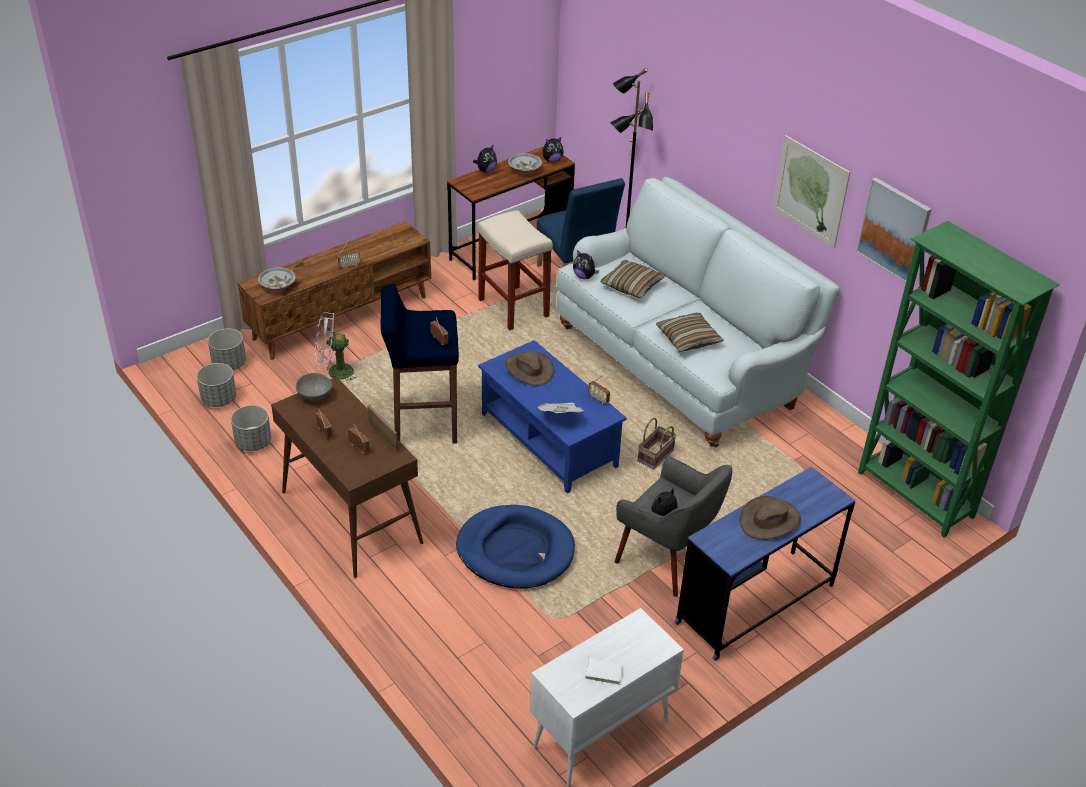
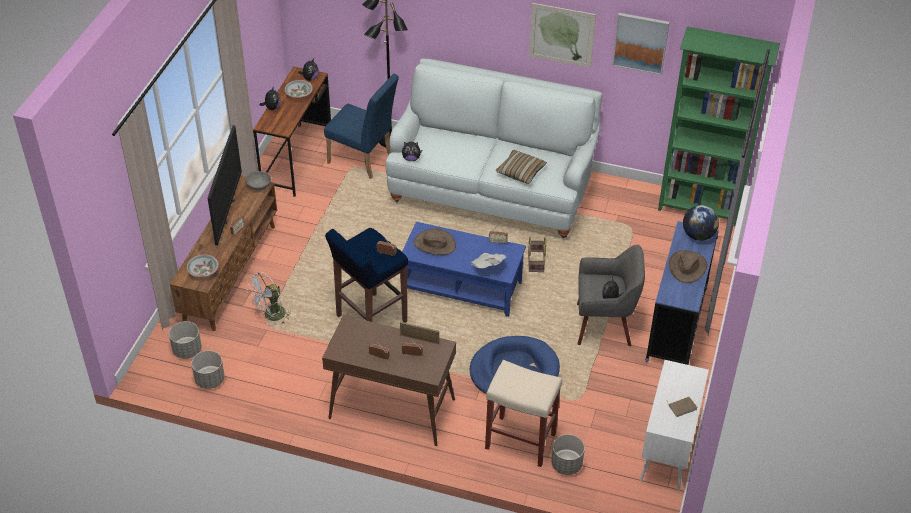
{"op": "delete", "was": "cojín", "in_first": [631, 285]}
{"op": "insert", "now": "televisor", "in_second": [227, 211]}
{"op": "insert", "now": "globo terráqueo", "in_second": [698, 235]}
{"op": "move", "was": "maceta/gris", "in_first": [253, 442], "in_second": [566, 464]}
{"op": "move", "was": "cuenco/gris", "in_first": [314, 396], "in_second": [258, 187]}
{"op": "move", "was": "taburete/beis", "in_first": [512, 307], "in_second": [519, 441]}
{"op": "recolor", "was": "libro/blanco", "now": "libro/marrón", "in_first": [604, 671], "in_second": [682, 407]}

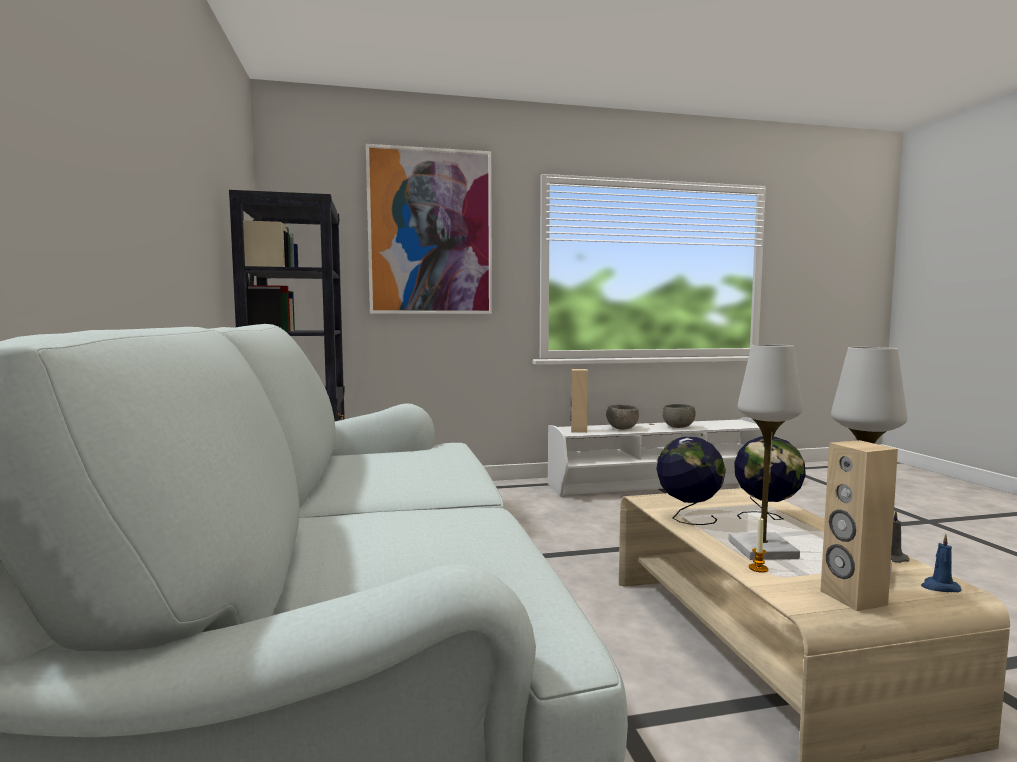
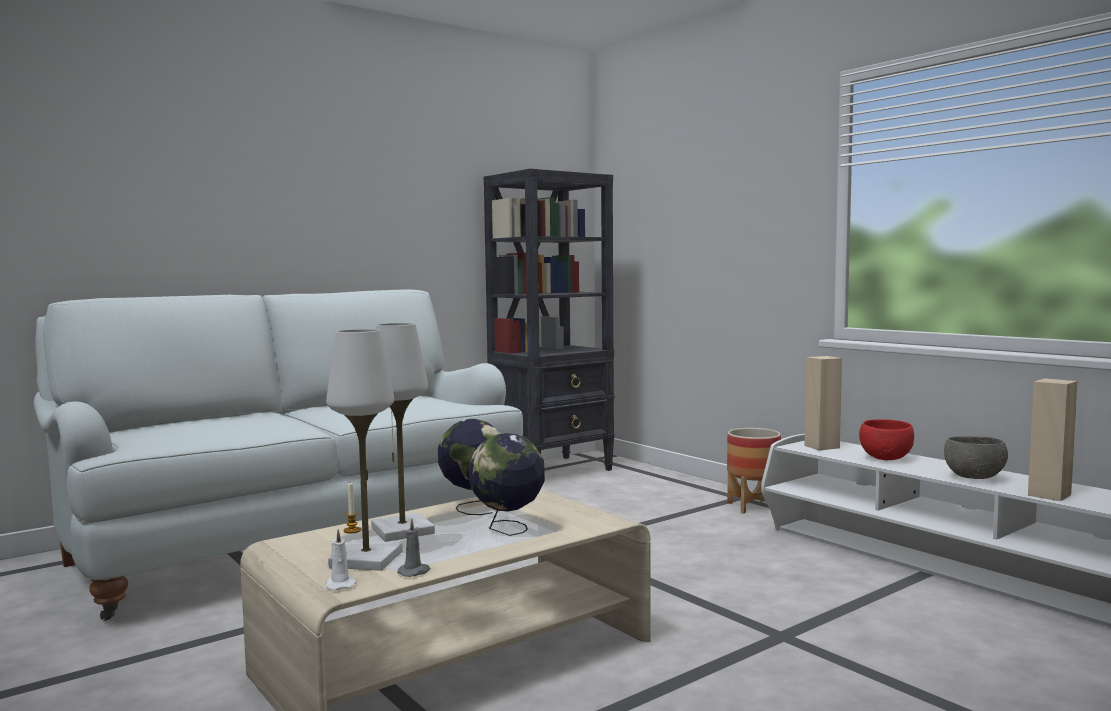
{"op": "delete", "was": "cuadro", "in_first": [430, 232]}
{"op": "insert", "now": "maceta", "in_second": [753, 507]}
{"op": "move", "was": "altavoz/beis", "in_first": [852, 598], "in_second": [1048, 495]}
{"op": "recolor", "was": "cuenco/gris", "now": "cuenco/rojo", "in_first": [622, 428], "in_second": [884, 458]}
{"op": "recolor", "was": "vela/azul", "now": "vela/blanco", "in_first": [939, 587], "in_second": [340, 585]}

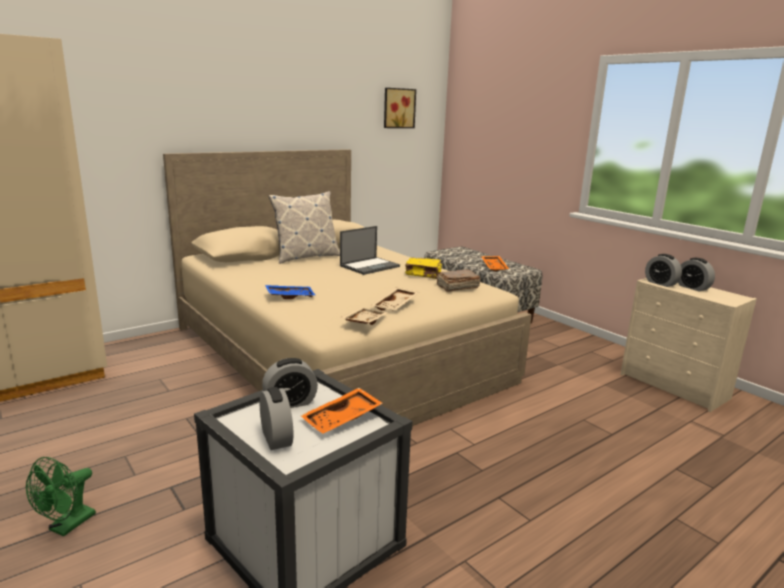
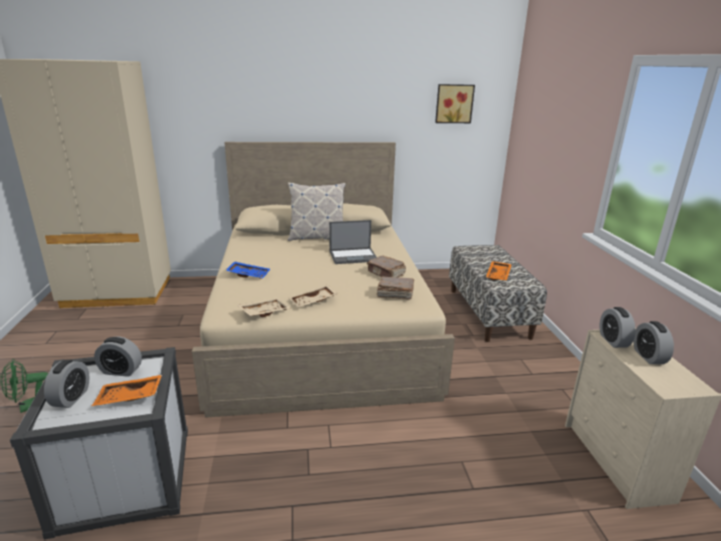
{"op": "recolor", "was": "libro/amarillo", "now": "libro/marrón", "in_first": [423, 274], "in_second": [386, 274]}

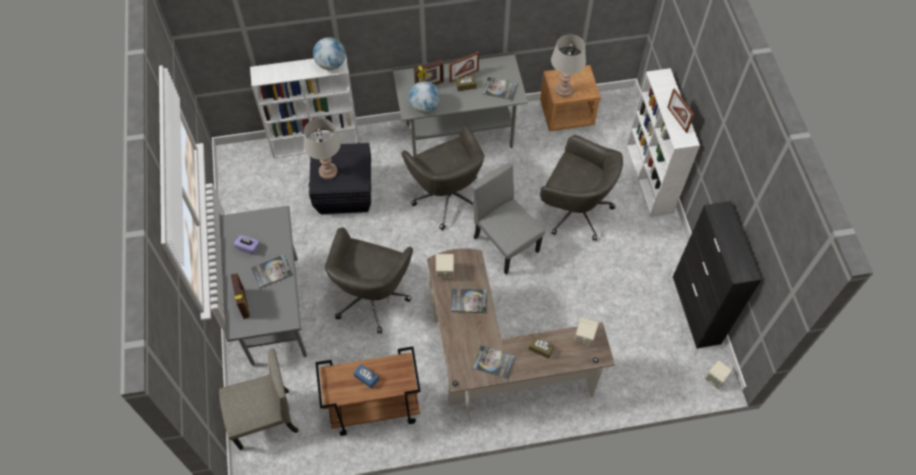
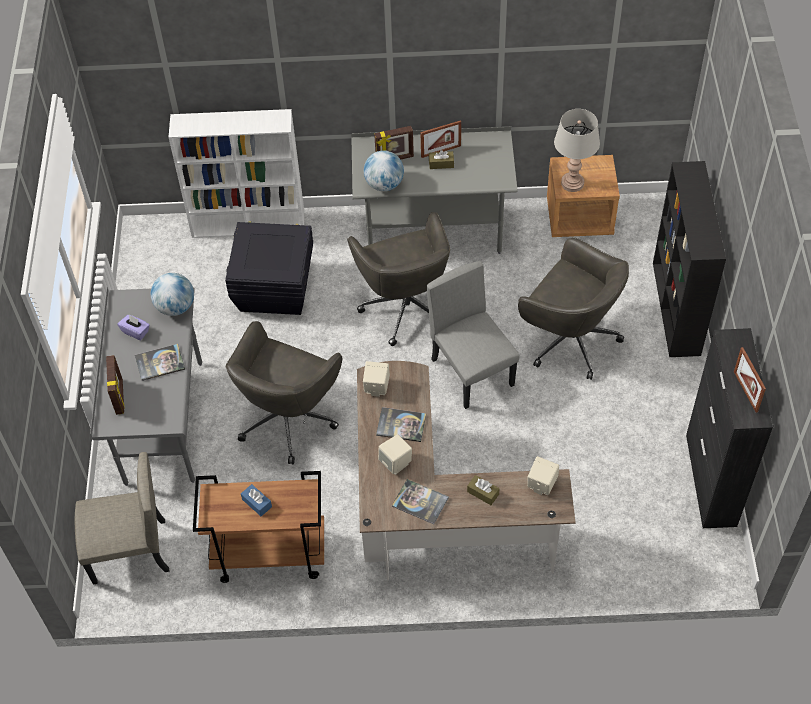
{"op": "delete", "was": "lámpara de mesa/gris", "in_first": [328, 172]}
{"op": "delete", "was": "libro", "in_first": [500, 89]}
{"op": "move", "was": "globo terráqueo", "in_first": [331, 64], "in_second": [176, 307]}
{"op": "move", "was": "portarretratos", "in_first": [677, 119], "in_second": [745, 391]}
{"op": "move", "was": "altavoz/beis", "in_first": [715, 379], "in_second": [396, 463]}
{"op": "recolor", "was": "estantería/blanco", "now": "estantería/negro", "in_first": [649, 179], "in_second": [676, 309]}

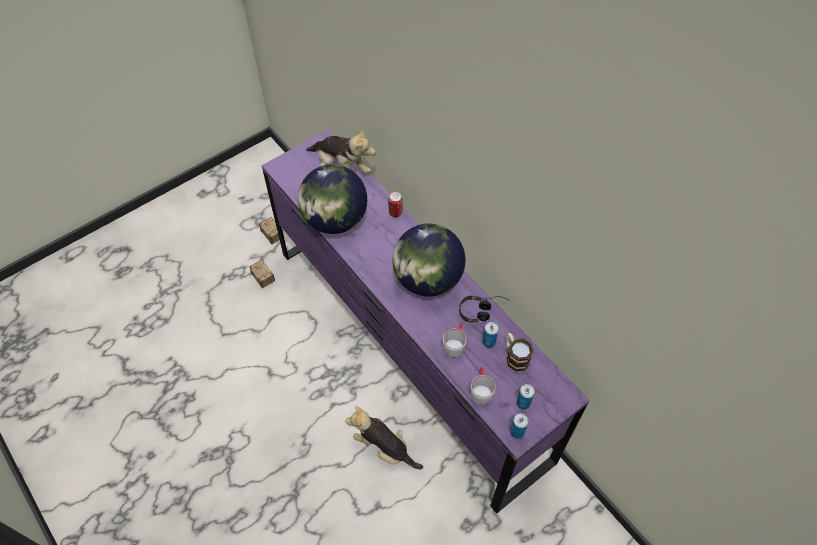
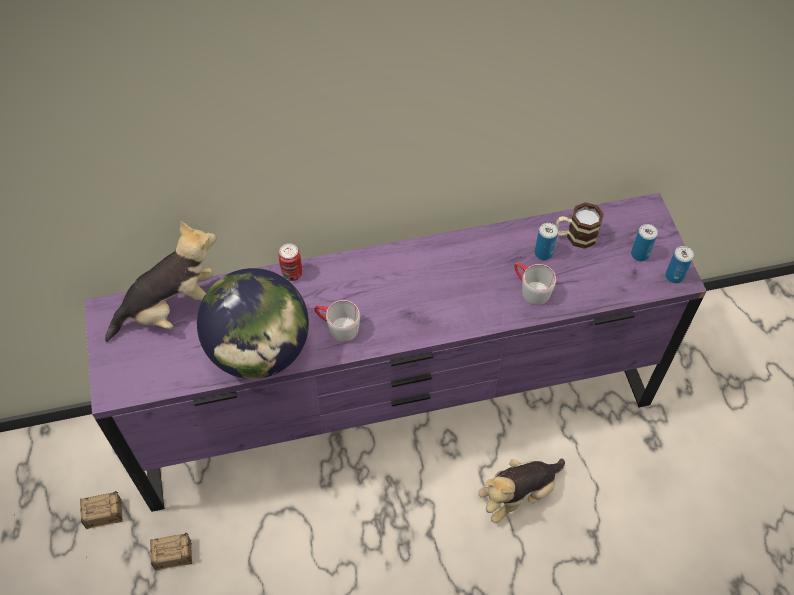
{"op": "delete", "was": "globo terráqueo", "in_first": [427, 279]}
{"op": "delete", "was": "auriculares", "in_first": [483, 311]}
{"op": "move", "was": "taza grande/gris", "in_first": [480, 390], "in_second": [337, 327]}

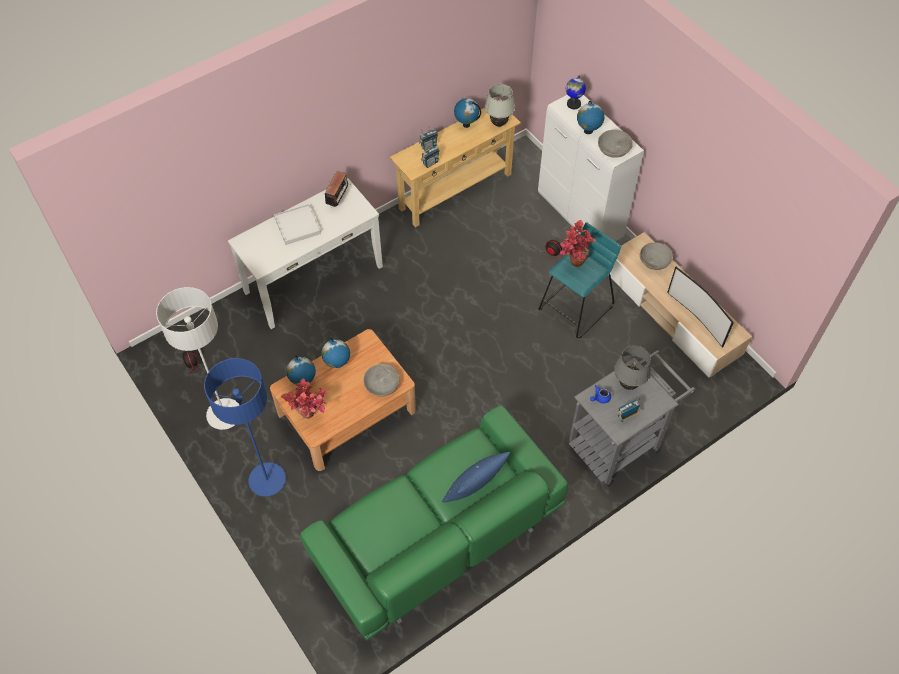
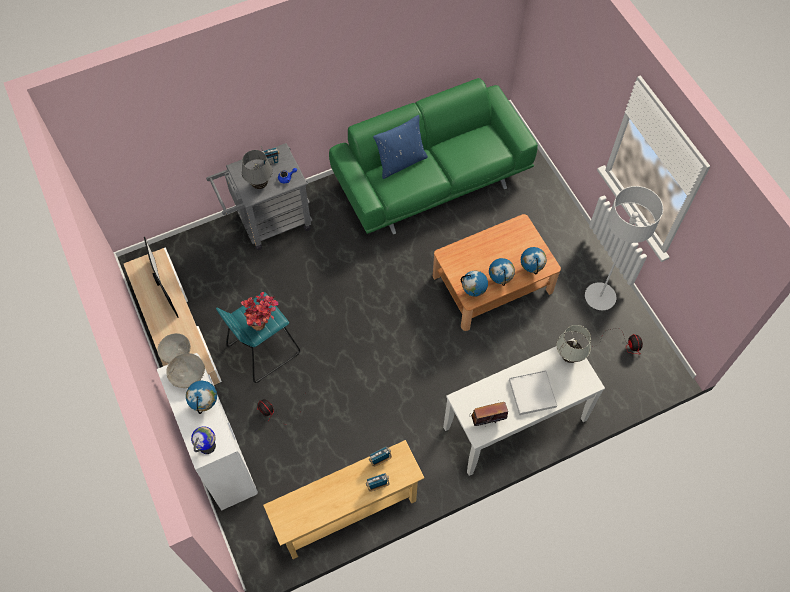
{"op": "delete", "was": "lámpara de pie/azul", "in_first": [267, 480]}
{"op": "delete", "was": "planta en maceta", "in_first": [311, 416]}
{"op": "delete", "was": "cuenco/gris", "in_first": [381, 385]}
{"op": "move", "was": "globo terráqueo", "in_first": [466, 124], "in_second": [473, 292]}
{"op": "move", "was": "lámpara de mesa/blanco", "in_first": [498, 124], "in_second": [569, 357]}
{"op": "rotate", "was": "radio", "in_first": [338, 200], "in_second": [487, 420], "clockwise": 45}

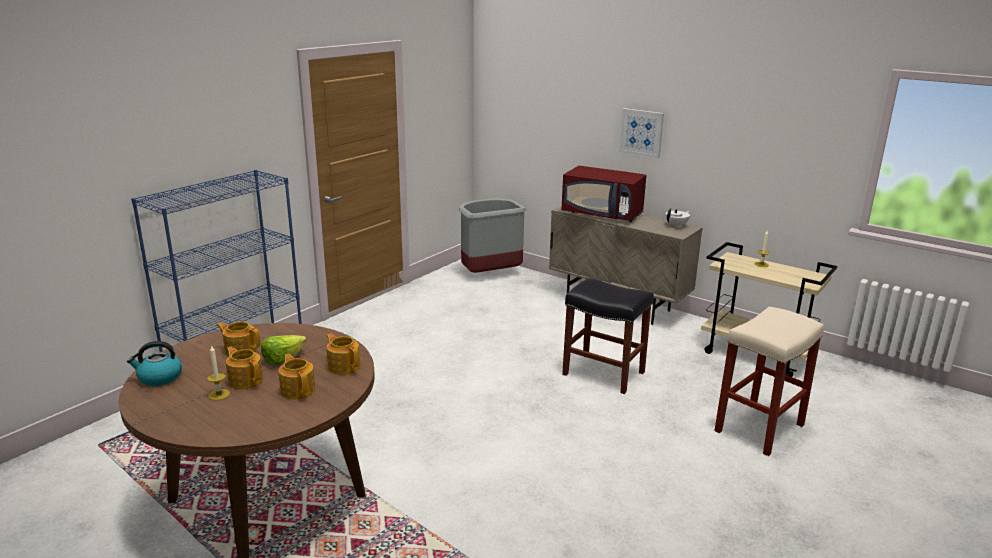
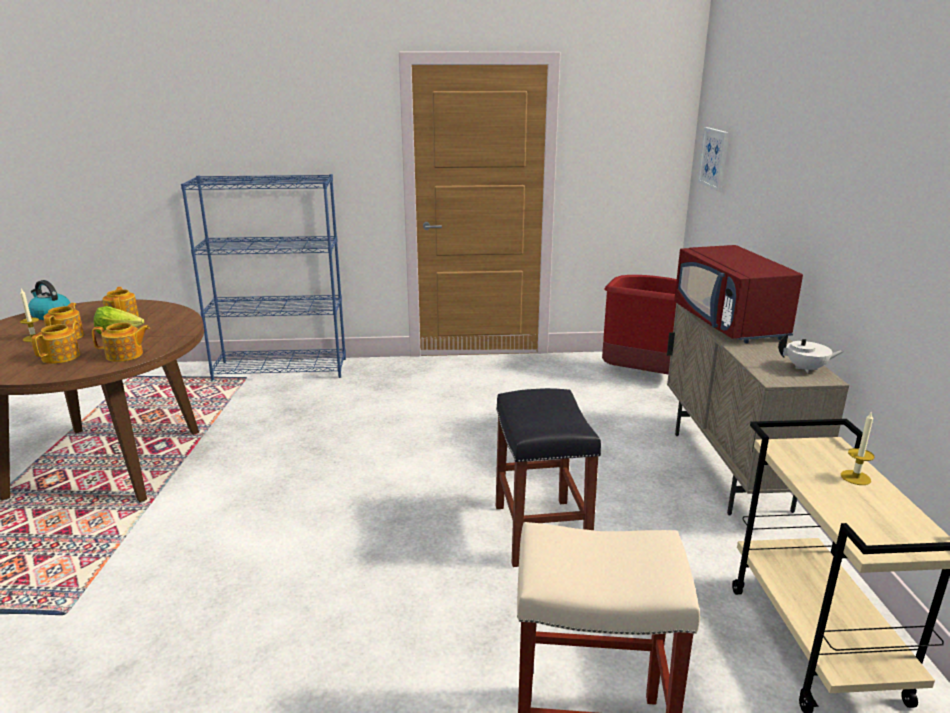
{"op": "move", "was": "cuadro", "in_first": [641, 132], "in_second": [714, 158]}
{"op": "recolor", "was": "papelera/gris", "now": "papelera/rojo", "in_first": [489, 274], "in_second": [642, 375]}
{"op": "rotate", "was": "tetera", "in_first": [344, 366], "in_second": [125, 355], "clockwise": 75}

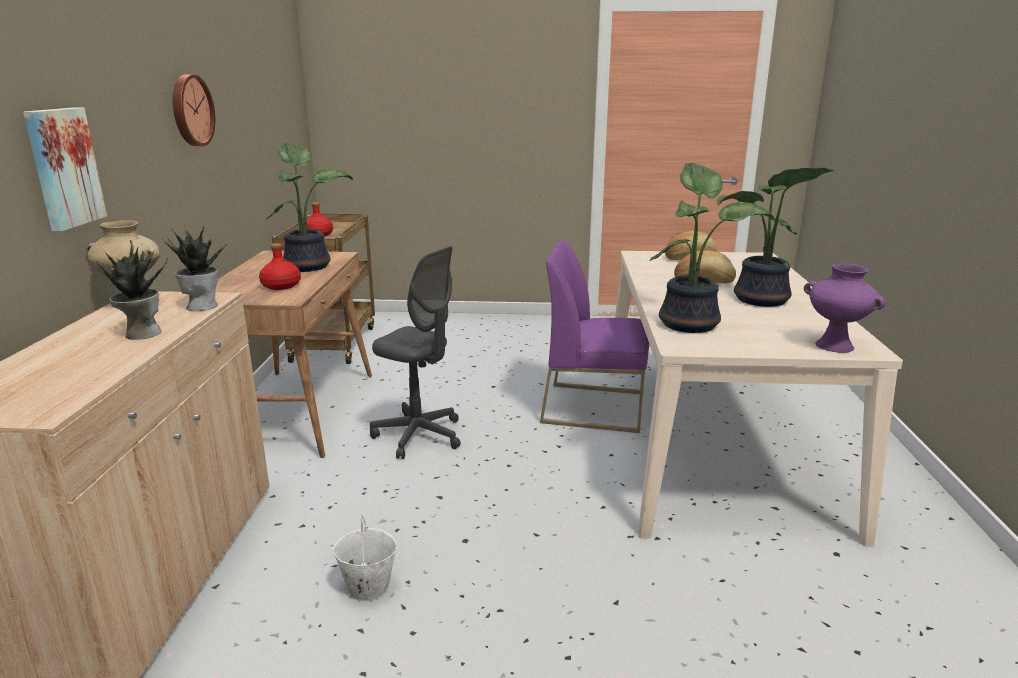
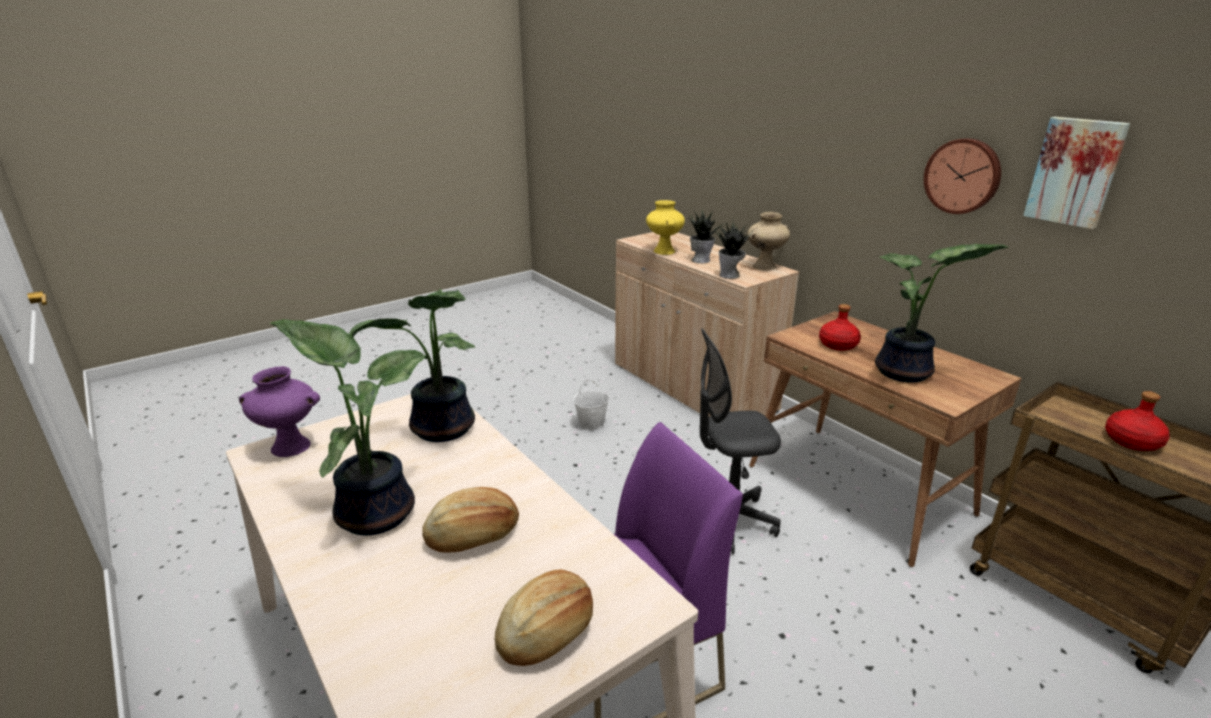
{"op": "insert", "now": "florero/amarillo", "in_second": [663, 251]}
{"op": "move", "was": "cuadro", "in_first": [63, 168], "in_second": [1075, 172]}

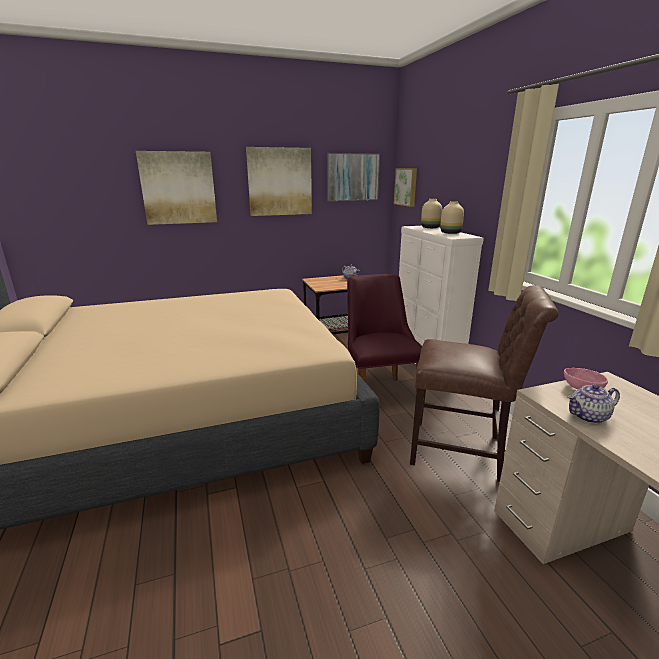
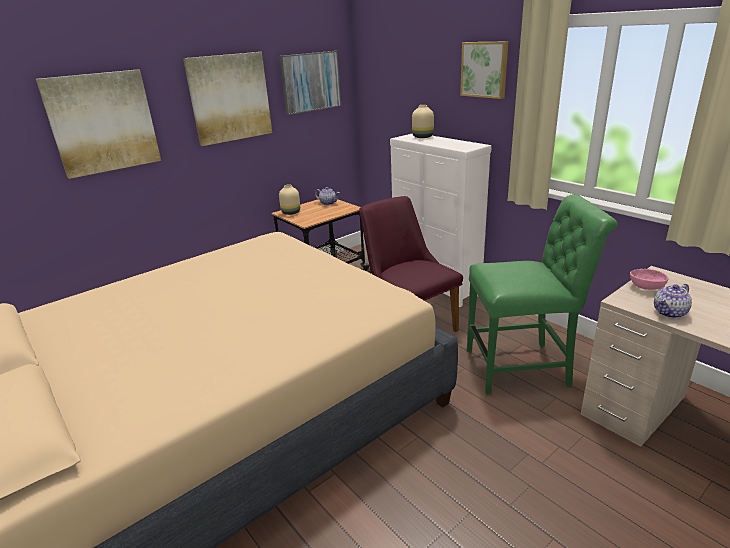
{"op": "move", "was": "cuadro", "in_first": [406, 187], "in_second": [485, 69]}
{"op": "move", "was": "florero/beis", "in_first": [451, 233], "in_second": [291, 212]}
{"op": "recolor", "was": "silla/marrón", "now": "silla/verde", "in_first": [462, 451], "in_second": [523, 367]}

